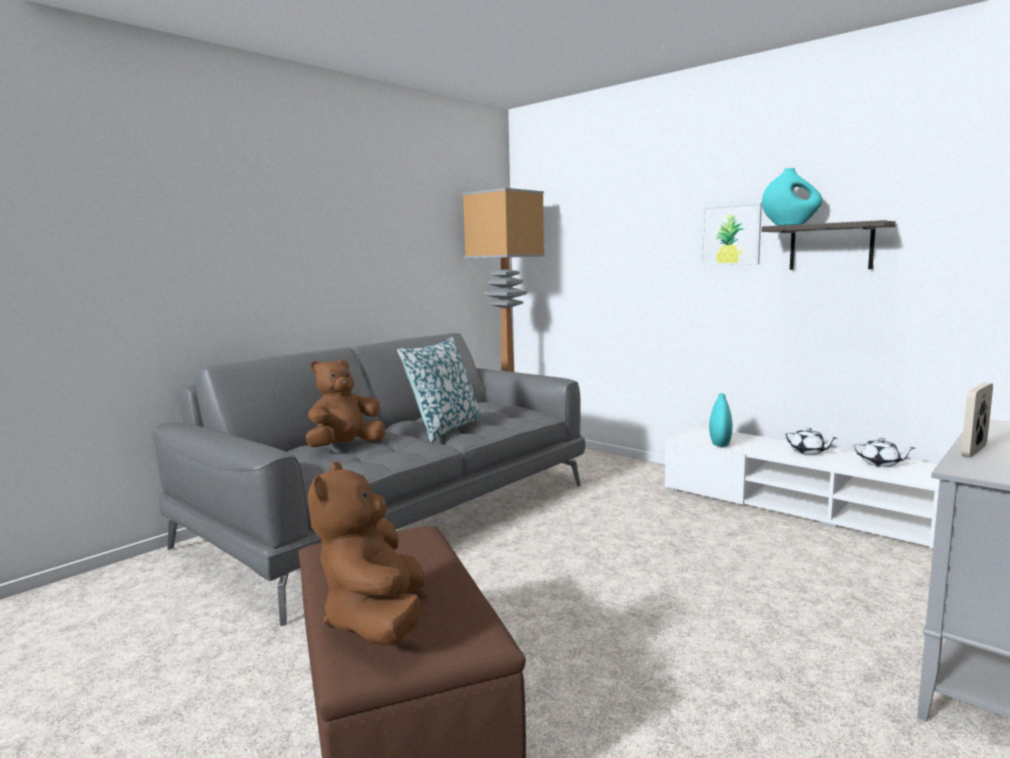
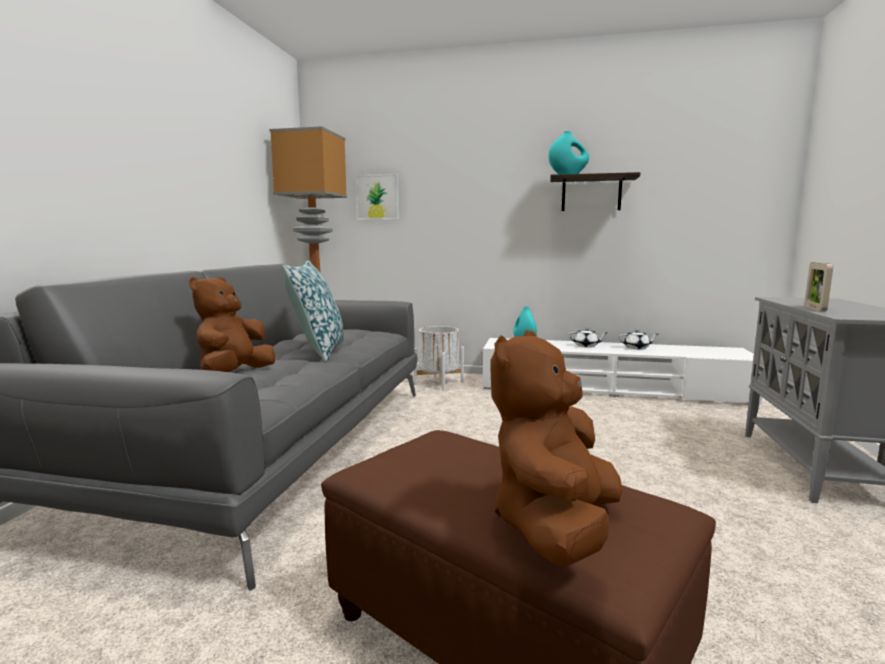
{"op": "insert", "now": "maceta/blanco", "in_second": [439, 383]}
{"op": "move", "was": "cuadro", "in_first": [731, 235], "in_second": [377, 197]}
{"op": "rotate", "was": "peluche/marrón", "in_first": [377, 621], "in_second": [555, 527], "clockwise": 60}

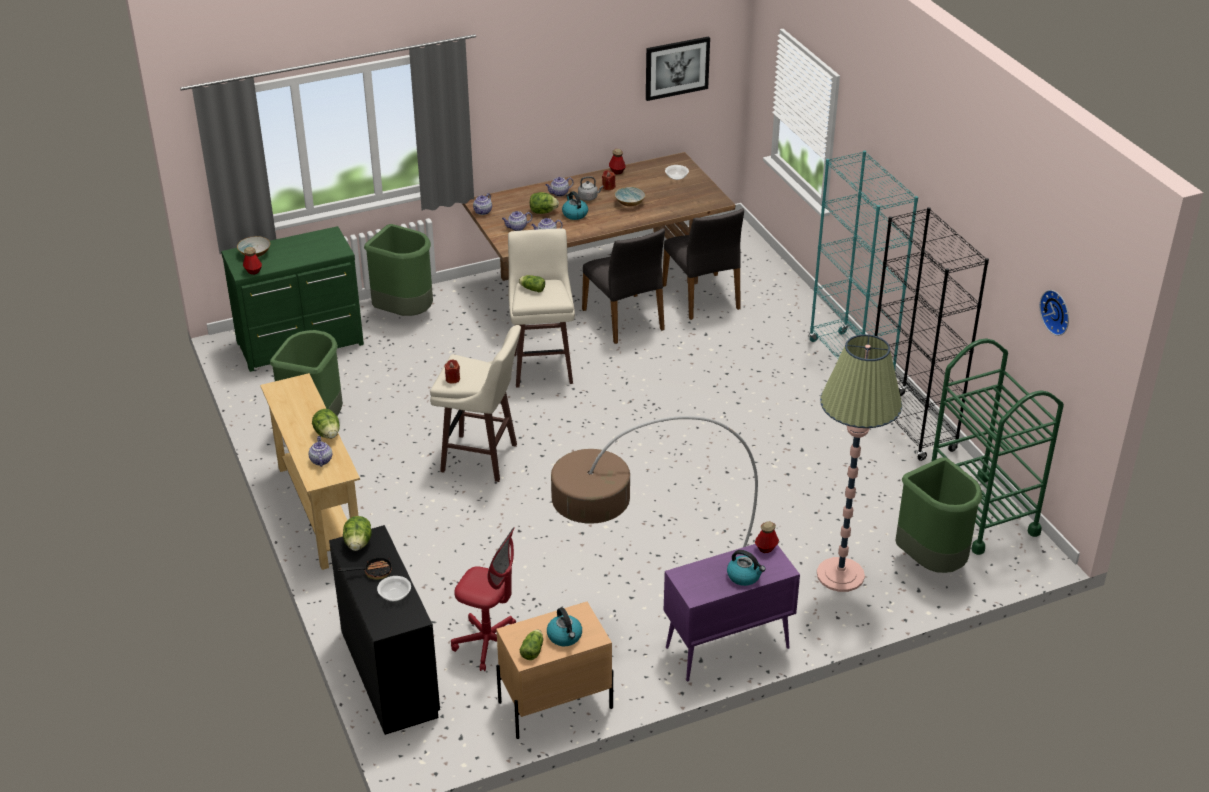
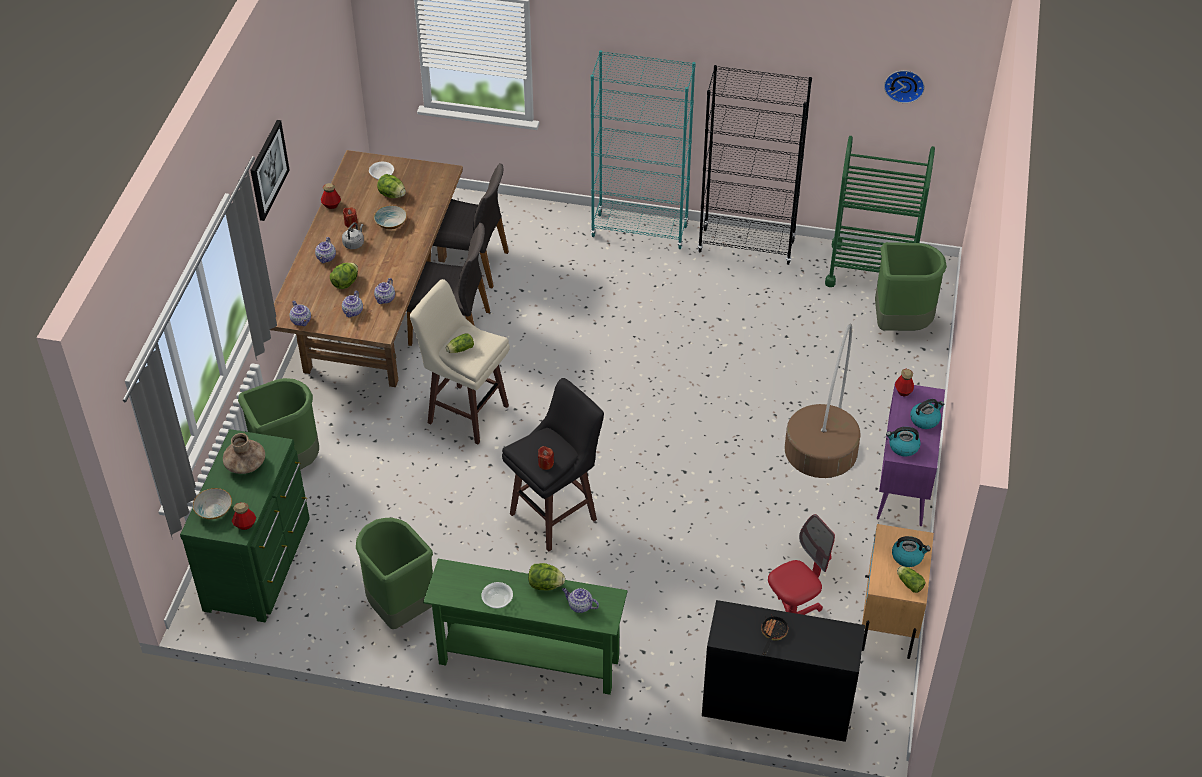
{"op": "delete", "was": "lámpara de pie", "in_first": [840, 575]}
{"op": "insert", "now": "florero/marrón", "in_second": [245, 464]}
{"op": "move", "was": "lechuga", "in_first": [358, 544], "in_second": [392, 195]}
{"op": "move", "was": "cuenco", "in_first": [394, 595], "in_second": [497, 600]}
{"op": "move", "was": "hervidor", "in_first": [574, 214], "in_second": [903, 447]}
{"op": "move", "was": "cuadro", "in_first": [677, 68], "in_second": [268, 169]}
{"op": "recolor", "was": "mesa consola/beis", "now": "mesa consola/verde", "in_first": [319, 512], "in_second": [528, 662]}
{"op": "recolor", "was": "taburete/beis", "now": "taburete/negro", "in_first": [481, 459], "in_second": [556, 516]}

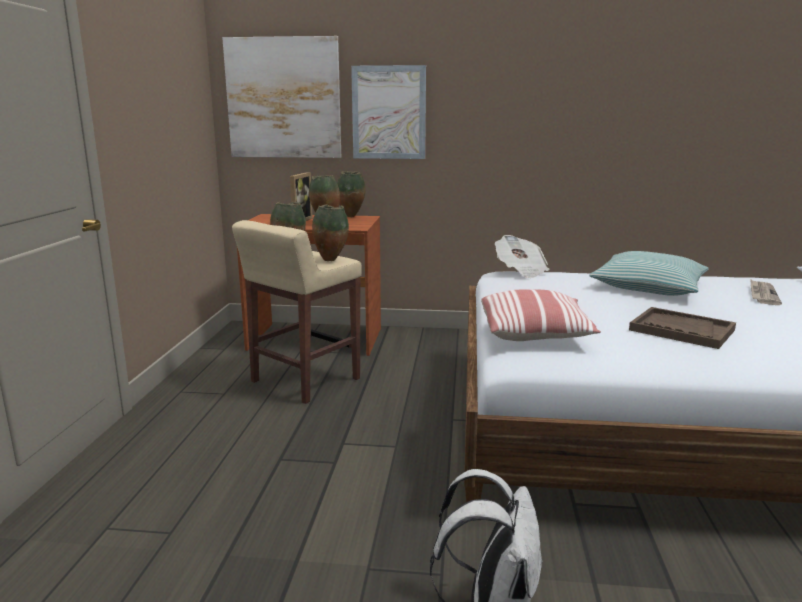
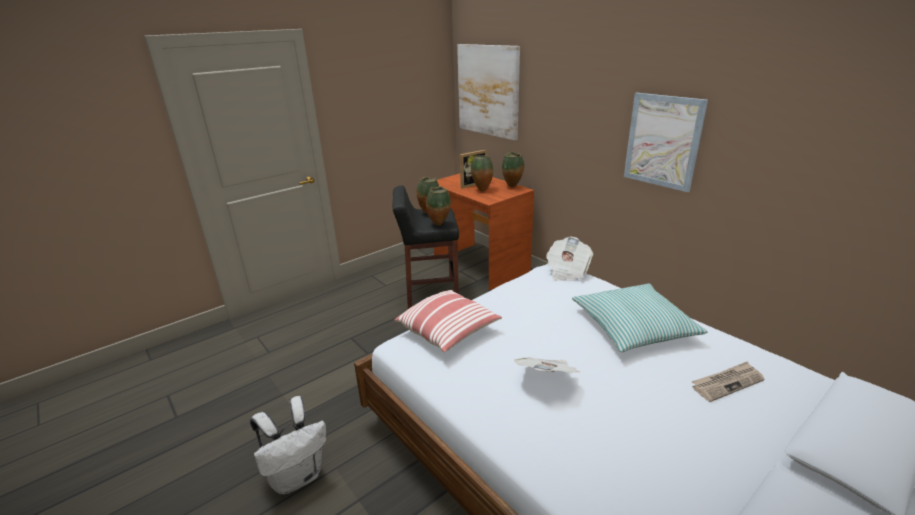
{"op": "move", "was": "cuadro", "in_first": [389, 113], "in_second": [662, 141]}
{"op": "replace", "was": "bandeja/marrón", "now": "periódico", "in_first": [681, 330], "in_second": [547, 378]}
{"op": "recolor", "was": "taburete/beis", "now": "taburete/negro", "in_first": [304, 381], "in_second": [430, 294]}

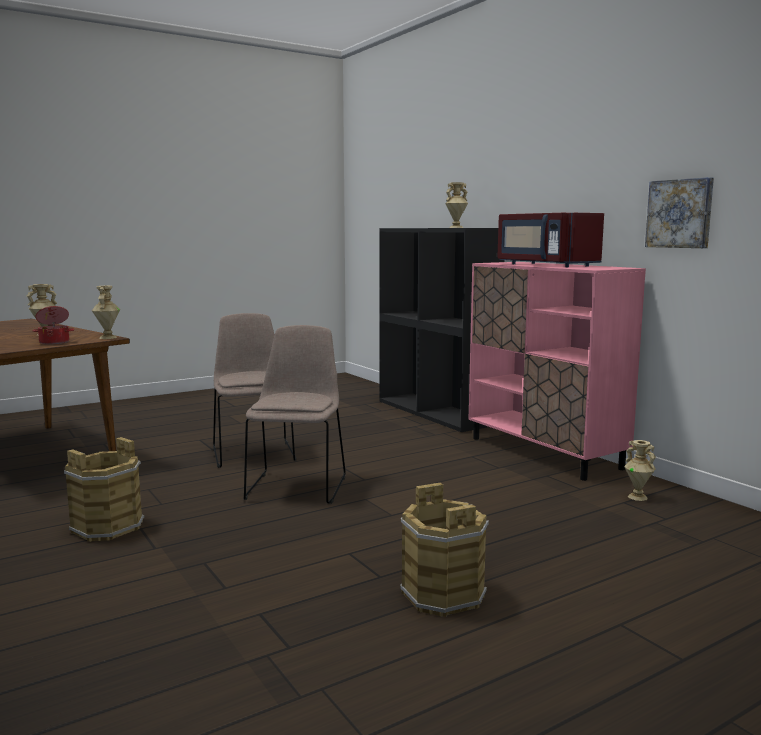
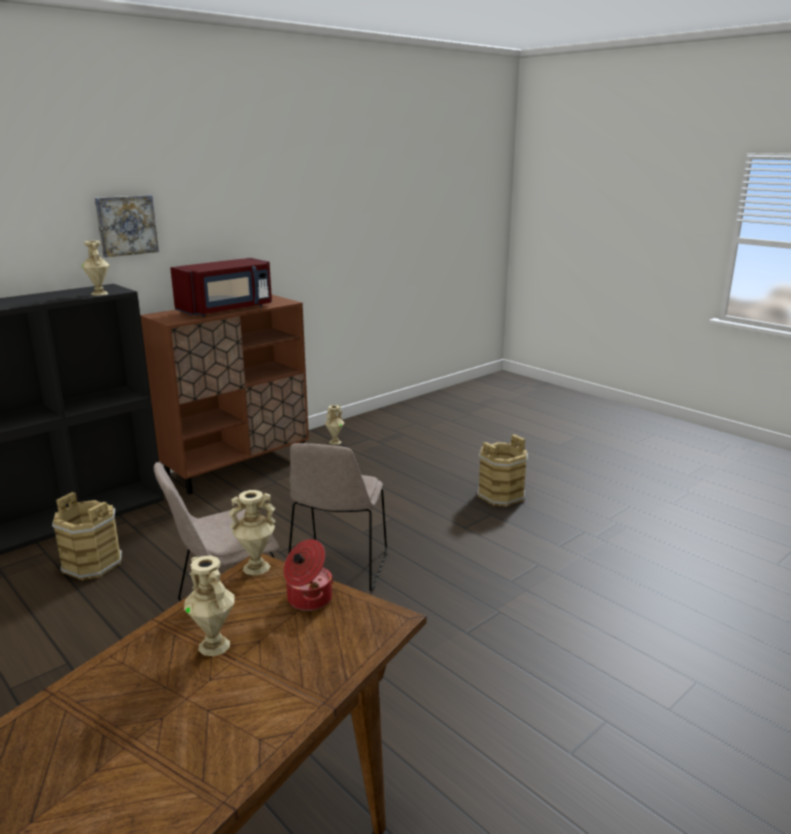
{"op": "move", "was": "cubo/marrón", "in_first": [108, 527], "in_second": [92, 564]}
{"op": "move", "was": "cuadro", "in_first": [680, 213], "in_second": [126, 225]}
{"op": "recolor", "was": "armario/rosa", "now": "armario/marrón", "in_first": [544, 453], "in_second": [238, 466]}
{"op": "rotate", "was": "silla/beis", "in_first": [297, 486], "in_second": [338, 568], "clockwise": -75}

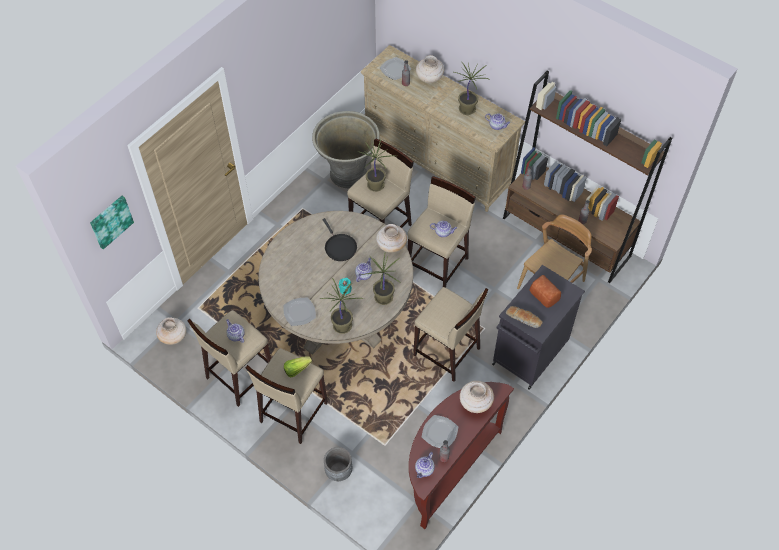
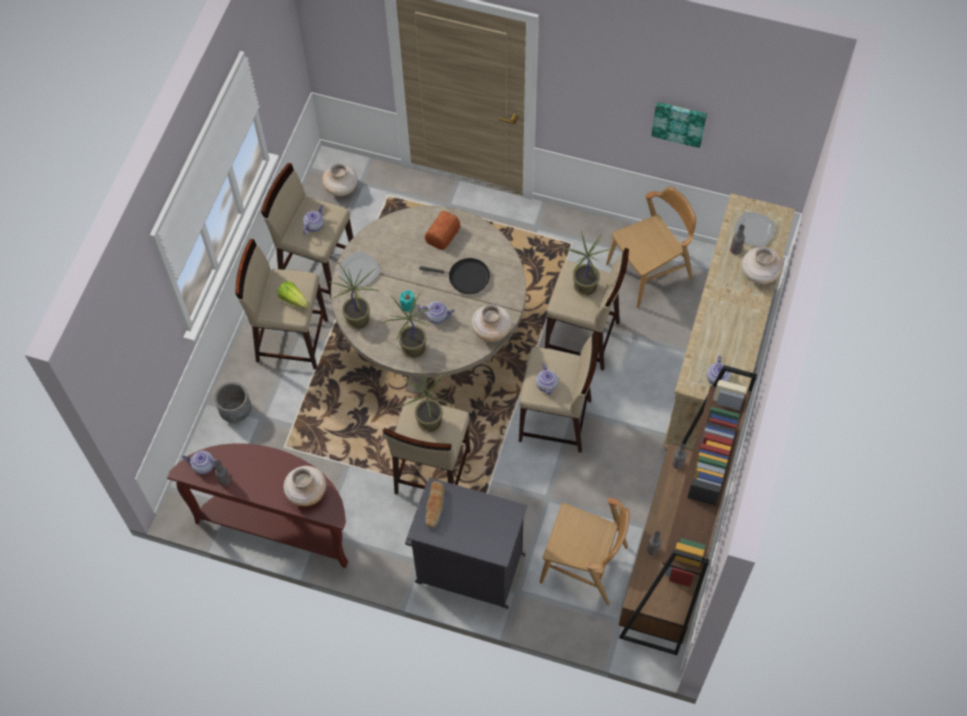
{"op": "delete", "was": "plato", "in_first": [439, 433]}
{"op": "move", "was": "cuadro", "in_first": [110, 221], "in_second": [679, 123]}
{"op": "move", "was": "planta en maceta", "in_first": [468, 109], "in_second": [430, 423]}
{"op": "move", "was": "pan", "in_first": [544, 294], "in_second": [443, 234]}
{"op": "replace", "was": "maceta/gris", "now": "silla/marrón", "in_first": [348, 173], "in_second": [649, 272]}
{"op": "rotate", "was": "sartén/negro", "in_first": [339, 247], "in_second": [466, 277], "clockwise": -120}

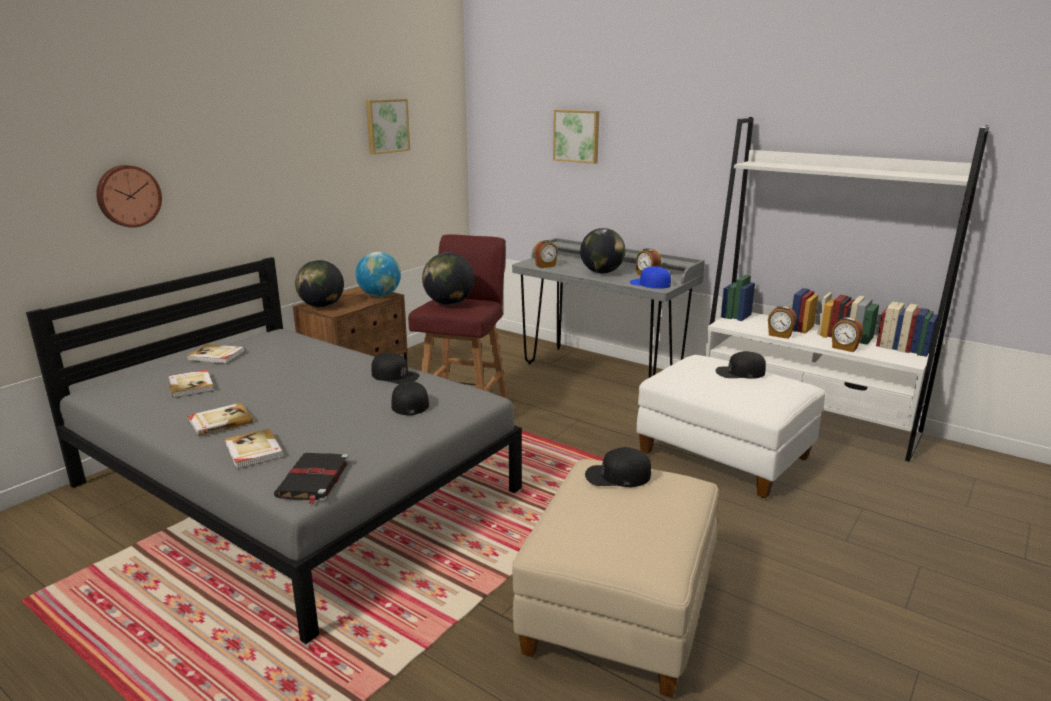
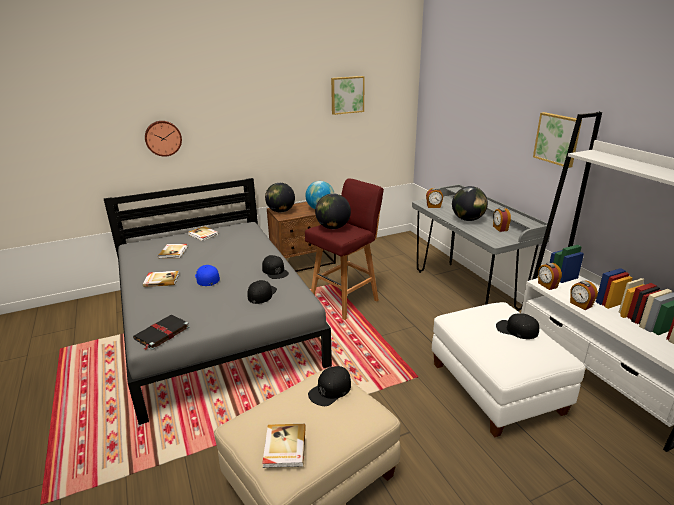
{"op": "move", "was": "libro", "in_first": [253, 451], "in_second": [284, 447]}
{"op": "move", "was": "cuadro", "in_first": [577, 136], "in_second": [558, 139]}
{"op": "move", "was": "gorra/azul", "in_first": [650, 283], "in_second": [207, 278]}
{"op": "move", "was": "despertador", "in_first": [844, 348], "in_second": [547, 285]}
{"op": "rotate", "was": "gorra/negro", "in_first": [617, 475], "in_second": [330, 390], "clockwise": -75}

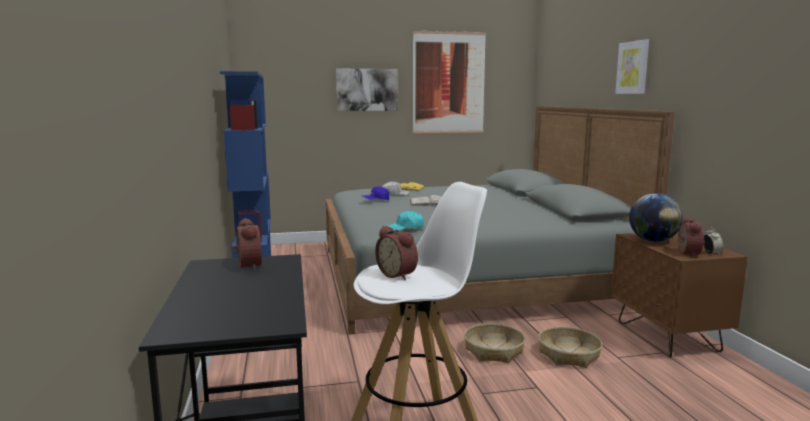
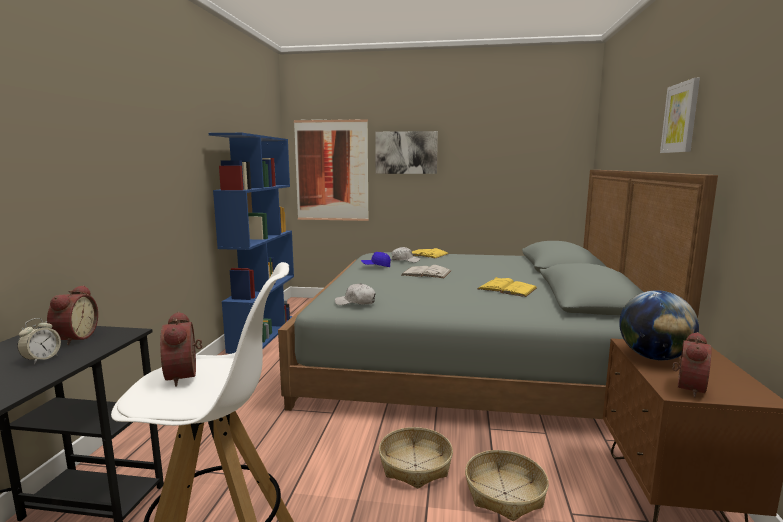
{"op": "insert", "now": "libro/amarillo", "in_second": [507, 288]}
{"op": "move", "was": "cuadro", "in_first": [448, 82], "in_second": [331, 170]}
{"op": "move", "was": "despertador", "in_first": [711, 253], "in_second": [41, 359]}
{"op": "recolor", "was": "gorra/turquesa", "now": "gorra/blanco", "in_first": [406, 228], "in_second": [355, 302]}

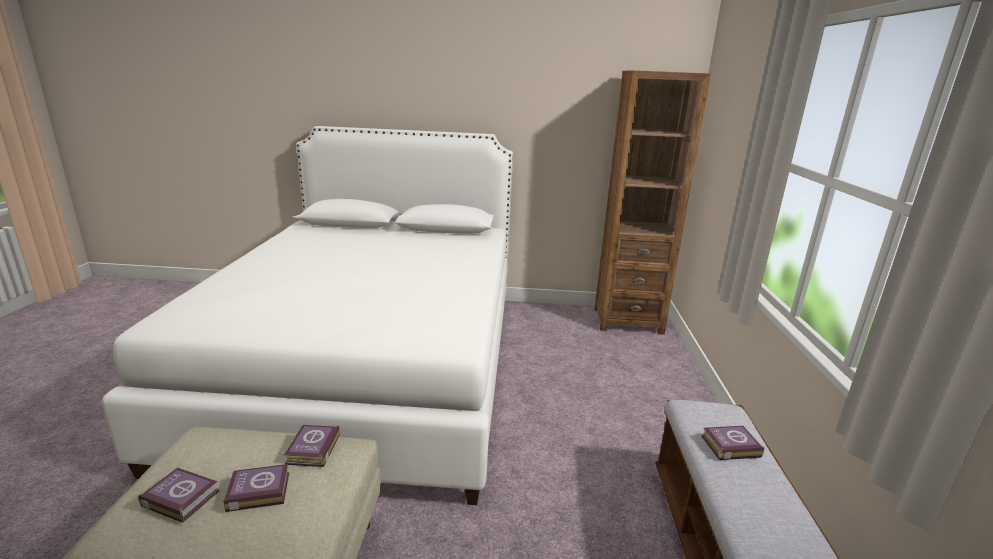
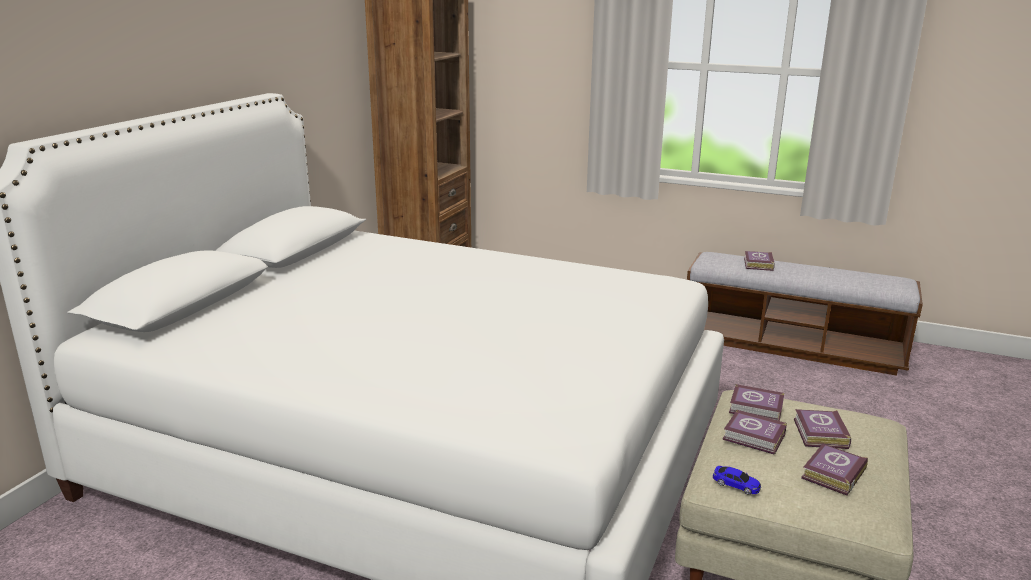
{"op": "insert", "now": "coche de juguete", "in_second": [736, 485]}
{"op": "insert", "now": "libro", "in_second": [755, 438]}

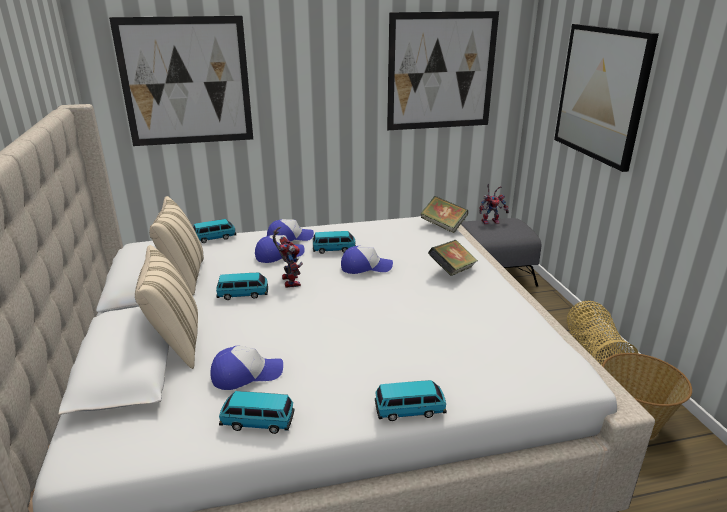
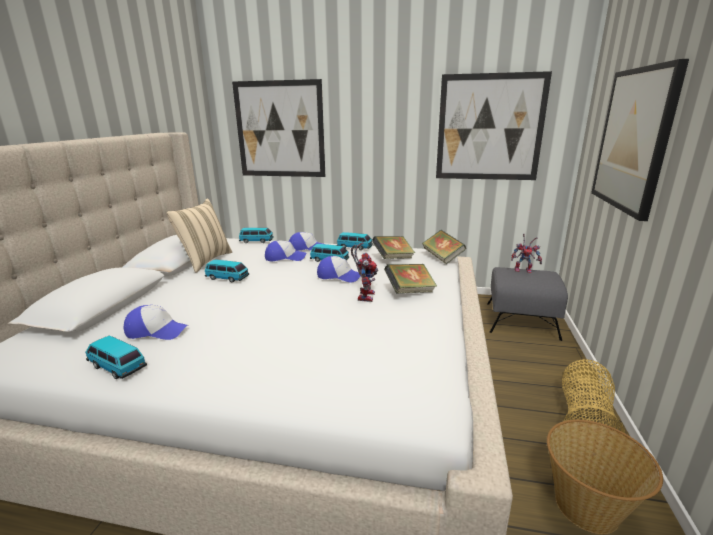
{"op": "delete", "was": "cojín/beis", "in_first": [175, 343]}
{"op": "insert", "now": "libro", "in_second": [393, 258]}
{"op": "move", "was": "robot de juguete", "in_first": [288, 280], "in_second": [364, 295]}
{"op": "move", "was": "coche de juguete", "in_first": [410, 410], "in_second": [354, 247]}

